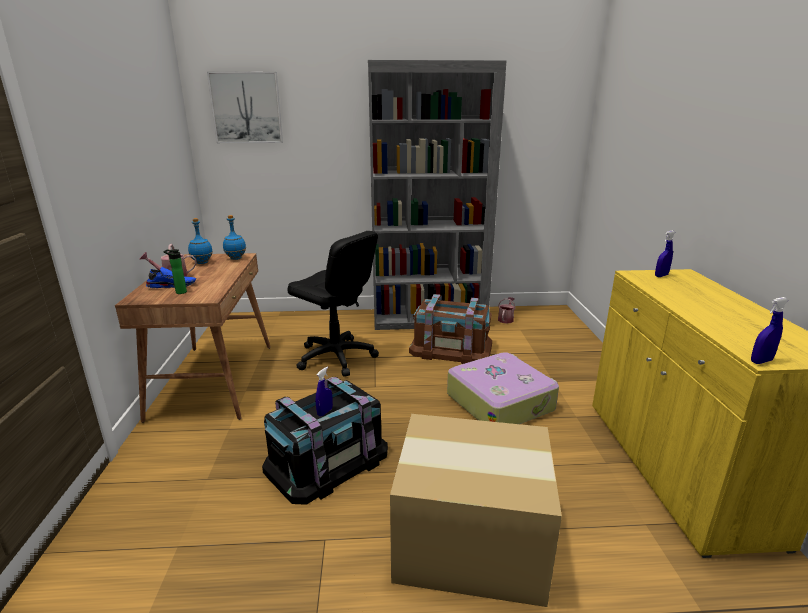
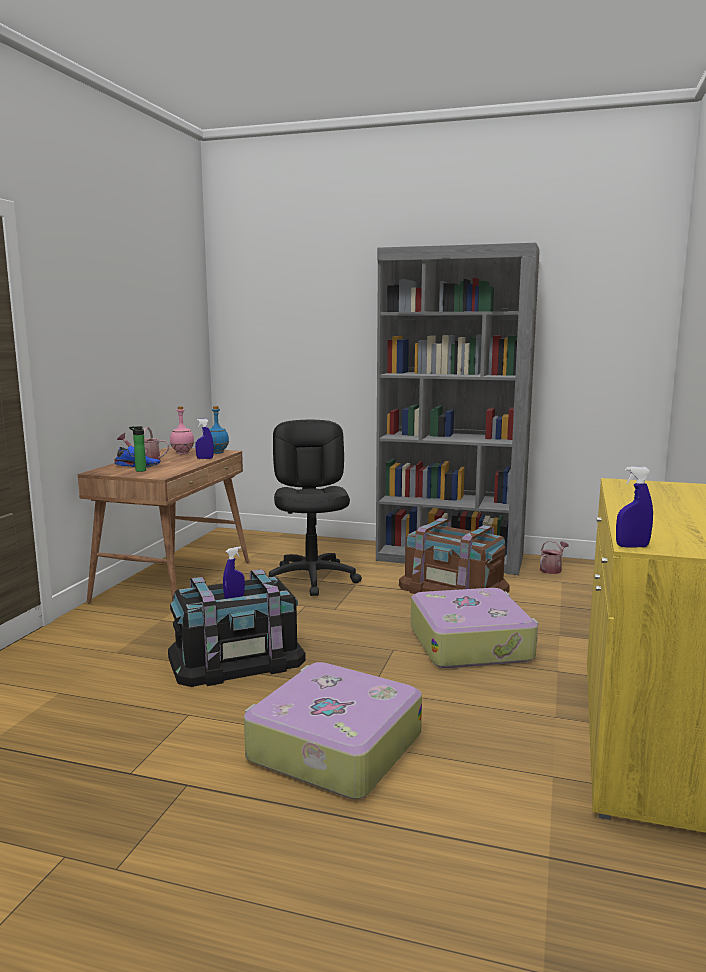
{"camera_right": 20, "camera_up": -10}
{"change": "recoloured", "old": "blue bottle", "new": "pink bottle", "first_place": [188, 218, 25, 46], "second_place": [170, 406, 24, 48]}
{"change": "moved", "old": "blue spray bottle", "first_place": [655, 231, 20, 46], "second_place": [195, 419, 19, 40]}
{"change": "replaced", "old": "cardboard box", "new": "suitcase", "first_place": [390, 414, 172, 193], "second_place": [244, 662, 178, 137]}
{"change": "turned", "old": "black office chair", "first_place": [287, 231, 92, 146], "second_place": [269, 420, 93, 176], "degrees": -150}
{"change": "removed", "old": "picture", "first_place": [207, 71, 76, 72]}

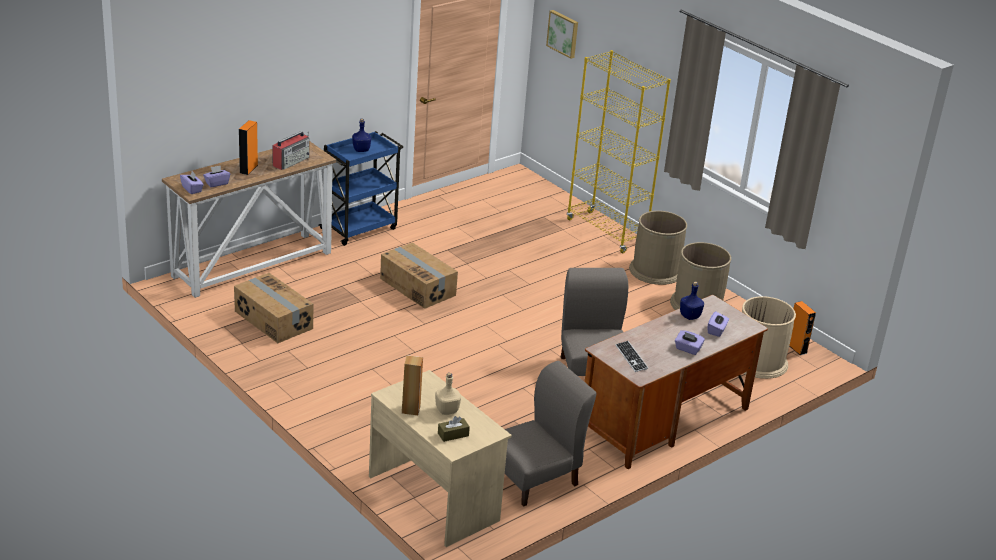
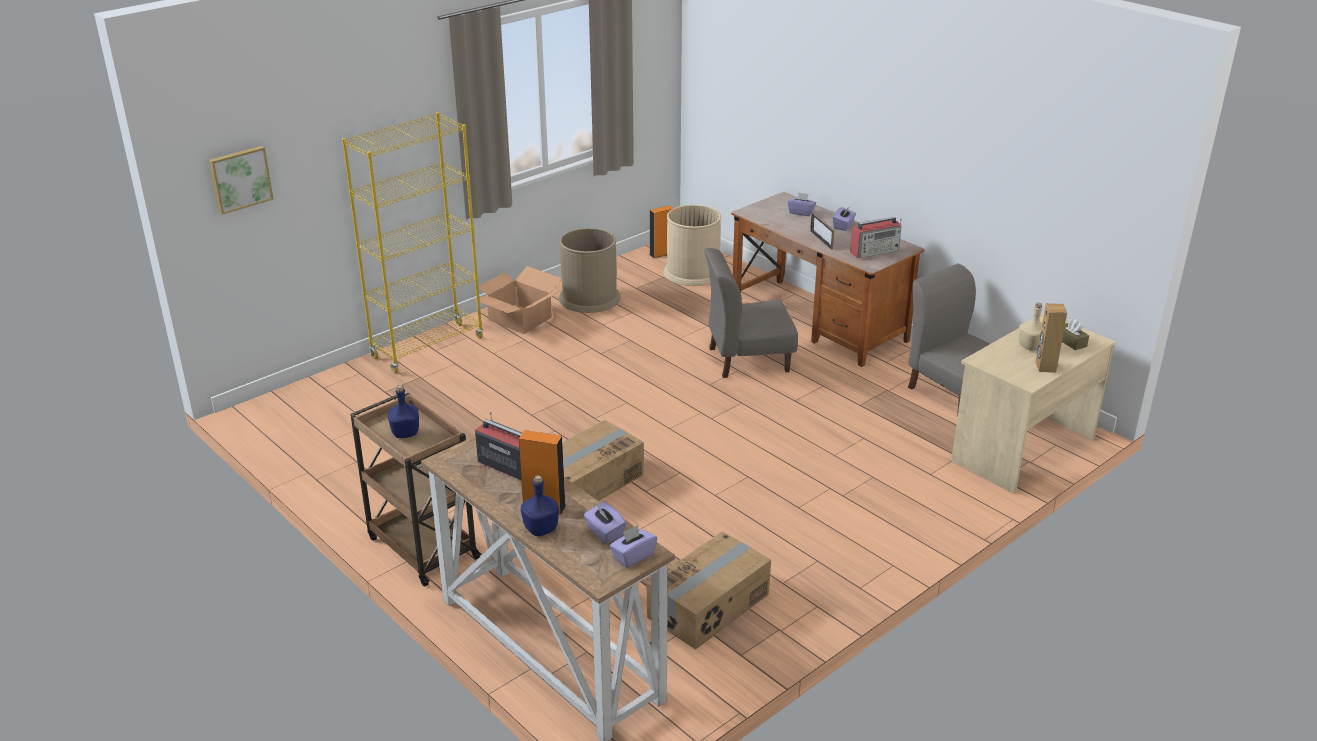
{"camera_right": -90, "camera_up": 0}
{"change": "recoloured", "old": "blue cart", "new": "brown cart", "first_place": [319, 131, 84, 115], "second_place": [350, 393, 131, 194]}
{"change": "replaced", "old": "brown trash can", "new": "cardboard box", "first_place": [629, 211, 58, 74], "second_place": [473, 266, 89, 68]}
{"change": "moved", "old": "blue bottle", "first_place": [680, 282, 24, 38], "second_place": [521, 475, 38, 61]}
{"change": "added", "new": "picture frame", "second_place": [810, 212, 24, 38]}
{"change": "replaced", "old": "keyboard", "new": "radio", "first_place": [615, 341, 33, 31], "second_place": [850, 217, 52, 41]}

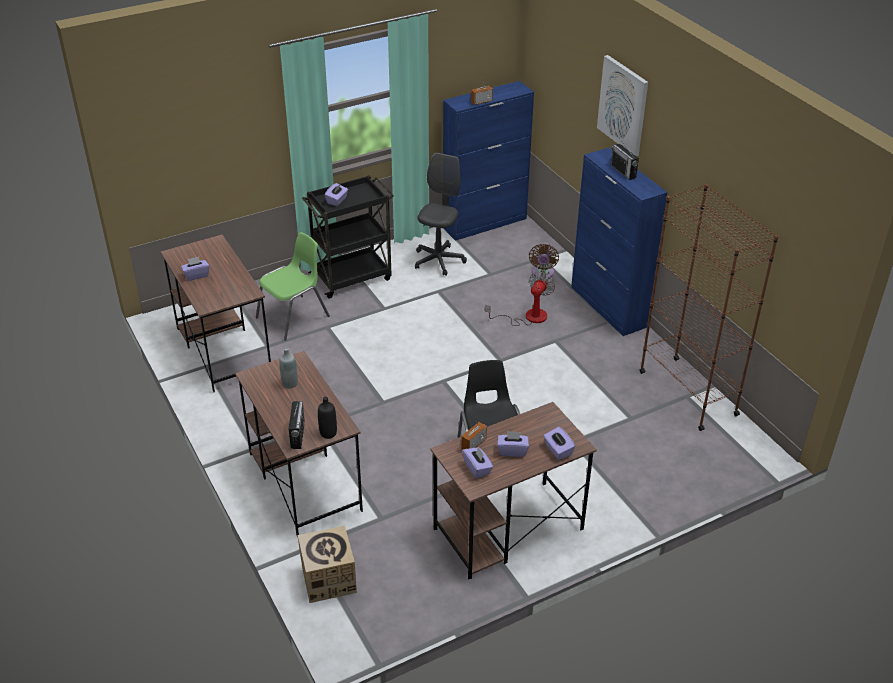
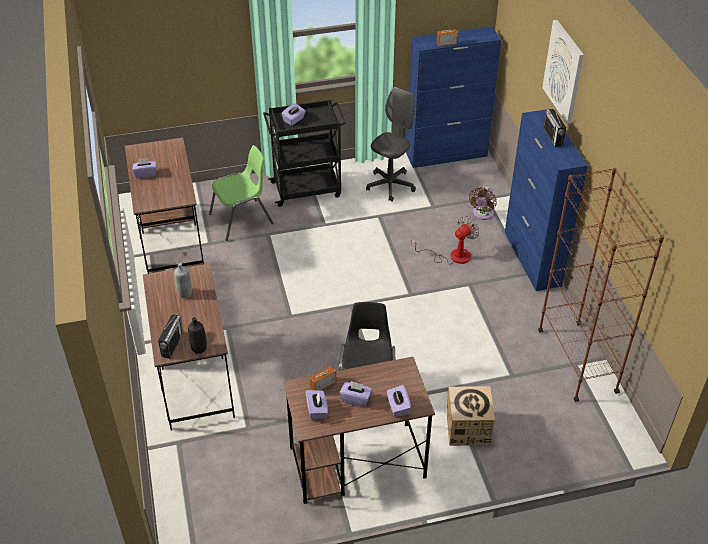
{"camera_right": 15, "camera_up": 5}
{"change": "moved", "old": "cardboard box", "first_place": [297, 526, 60, 77], "second_place": [447, 386, 48, 60]}

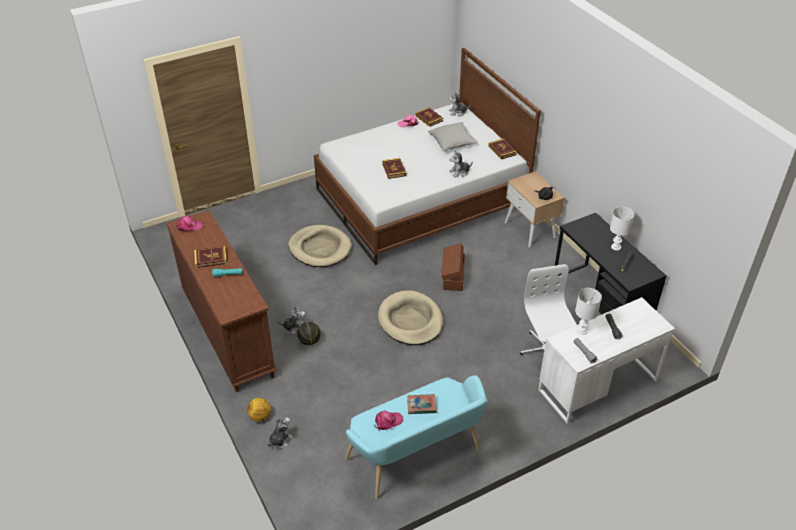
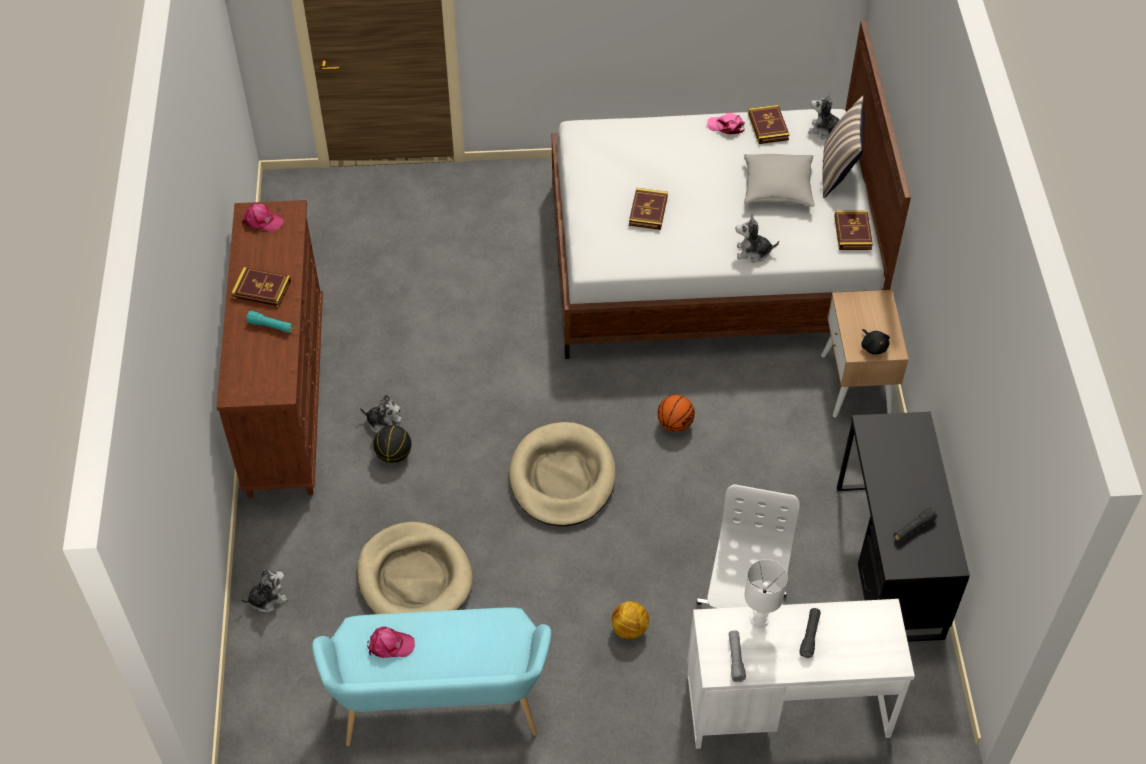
{"camera_right": 25, "camera_up": 10}
{"change": "moved", "old": "beige dog bed", "first_place": [288, 225, 64, 42], "second_place": [357, 522, 116, 92]}
{"change": "moved", "old": "football", "first_place": [247, 398, 24, 23], "second_place": [611, 601, 38, 39]}
{"change": "replaced", "old": "brown storage box", "new": "basketball", "first_place": [441, 243, 24, 48], "second_place": [657, 395, 38, 37]}
{"change": "added", "new": "pillow", "second_place": [823, 96, 42, 102]}
{"change": "removed", "old": "book", "first_place": [407, 394, 30, 20]}
{"change": "removed", "old": "white table lamp", "first_place": [610, 207, 25, 44]}

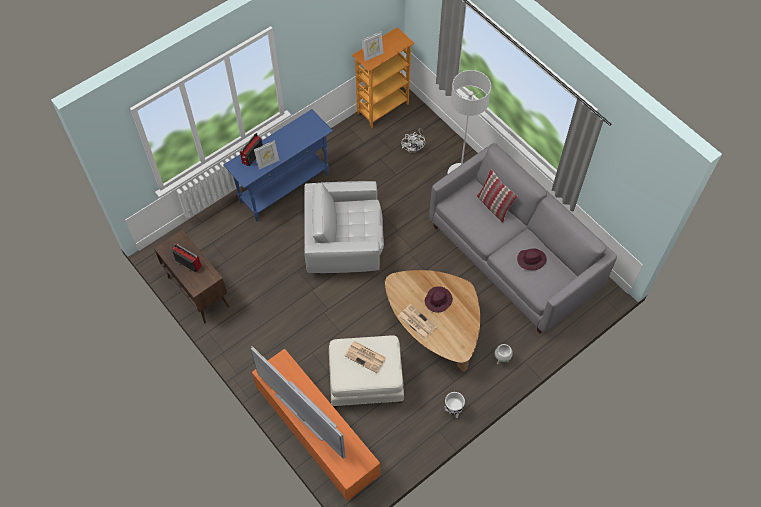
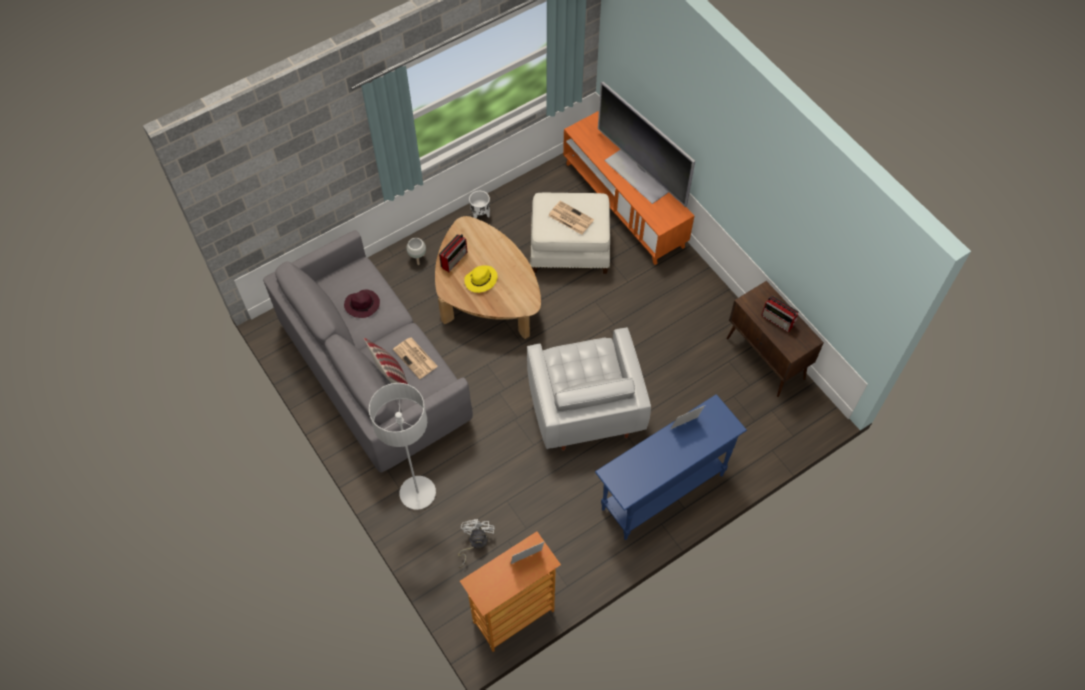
{"camera_right": -175, "camera_up": 0}
{"change": "moved", "old": "newspaper", "first_place": [398, 304, 39, 36], "second_place": [393, 337, 45, 42]}
{"change": "moved", "old": "radio", "first_place": [240, 133, 23, 33], "second_place": [439, 234, 28, 38]}
{"change": "recoloured", "old": "purple hat", "new": "yellow hat", "first_place": [425, 286, 28, 27], "second_place": [464, 265, 34, 28]}
{"change": "turned", "old": "white armchair", "first_place": [304, 181, 80, 92], "second_place": [527, 327, 124, 124], "degrees": 75}

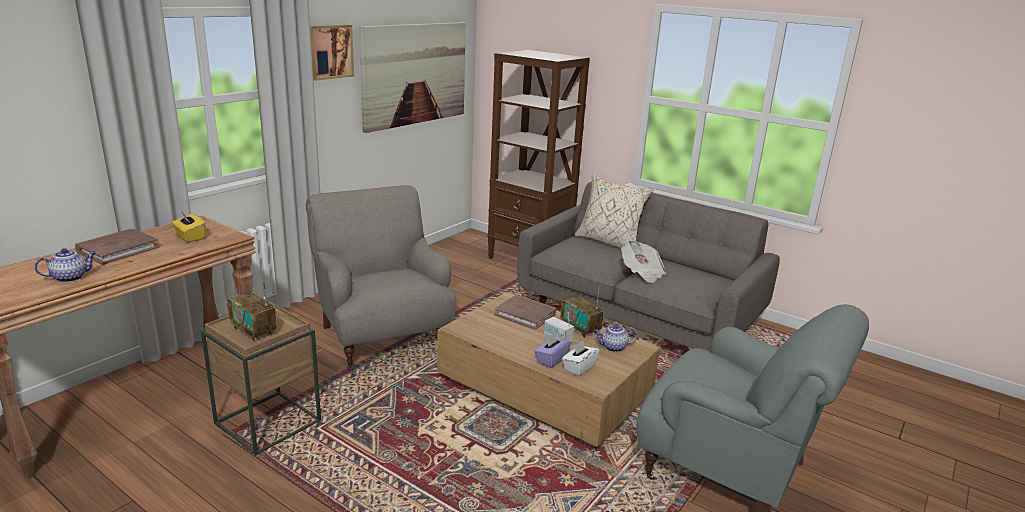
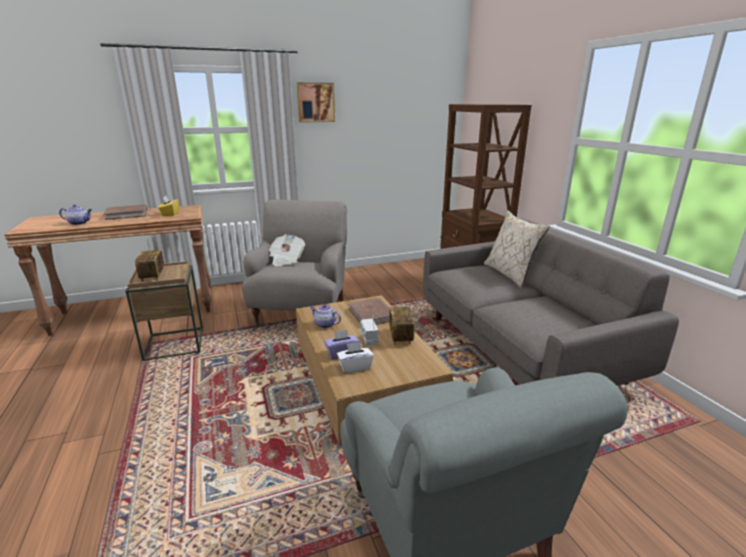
{"camera_right": 35, "camera_up": 0}
{"change": "moved", "old": "newspaper", "first_place": [621, 240, 45, 43], "second_place": [269, 234, 36, 32]}
{"change": "moved", "old": "teapot", "first_place": [594, 324, 43, 28], "second_place": [310, 304, 31, 24]}
{"change": "removed", "old": "picture", "first_place": [359, 22, 107, 111]}

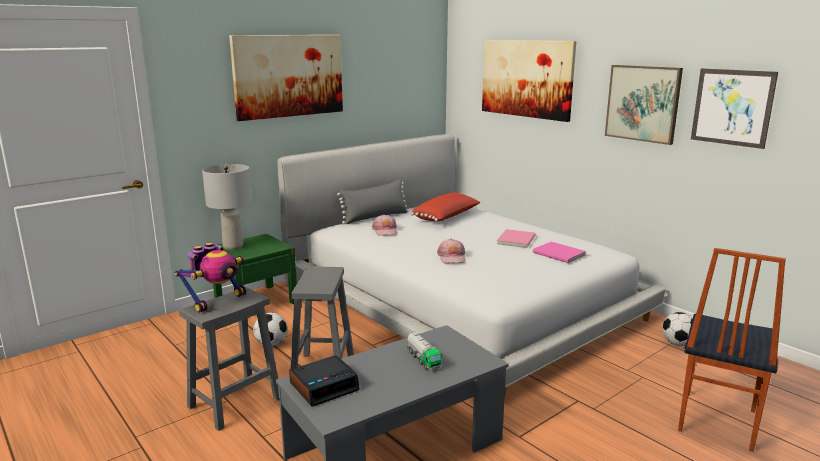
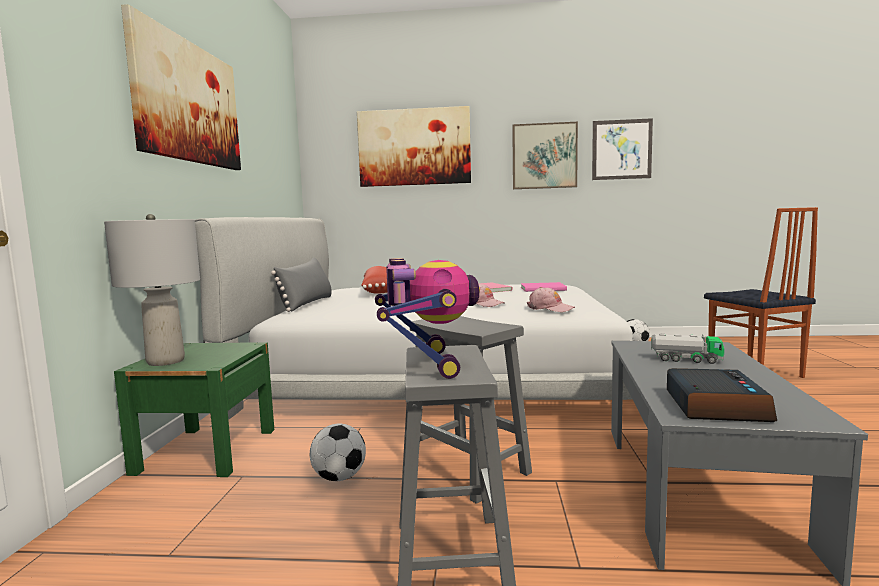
{"camera_right": -45, "camera_up": -10}
{"change": "moved", "old": "pink cap", "first_place": [372, 214, 26, 22], "second_place": [527, 287, 48, 25]}

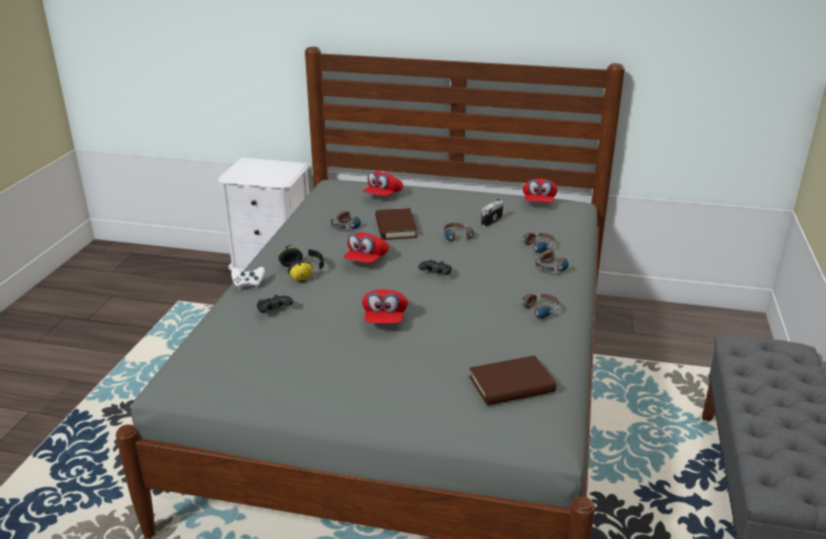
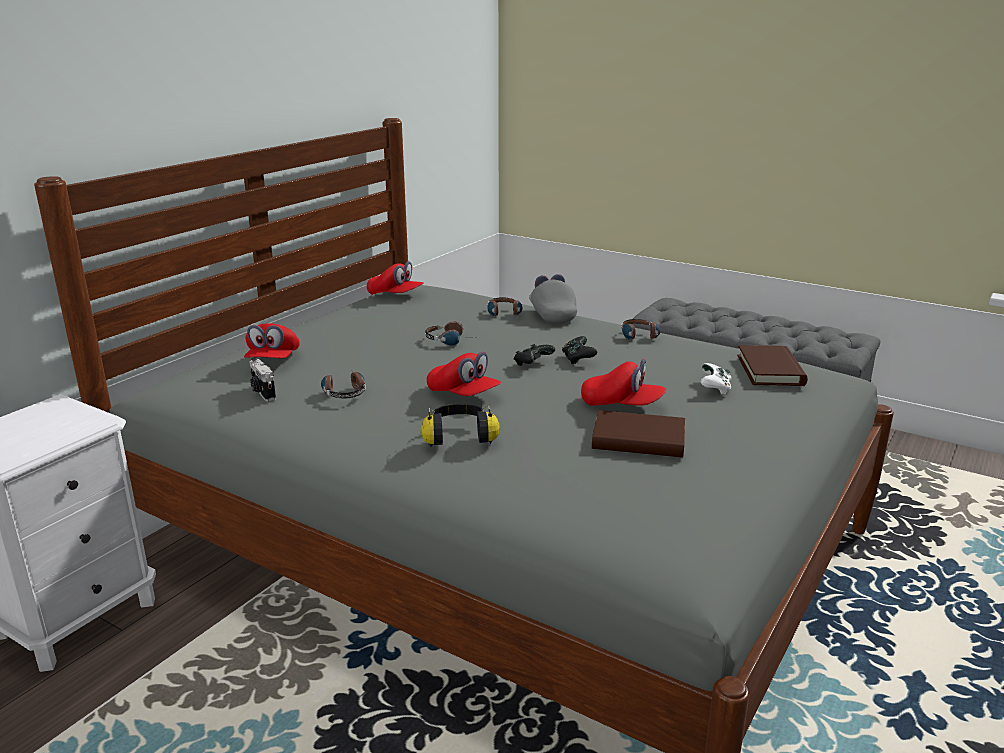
{"camera_right": -70, "camera_up": -5}
{"change": "turned", "old": "red cap", "first_place": [363, 171, 40, 25], "second_place": [244, 323, 56, 35], "degrees": 45}
{"change": "moved", "old": "photo camera", "first_place": [481, 198, 22, 30], "second_place": [249, 357, 27, 45]}
{"change": "replaced", "old": "headphones", "new": "grey cap", "first_place": [534, 250, 40, 21], "second_place": [529, 274, 48, 50]}
{"change": "moved", "old": "black game controller", "first_place": [257, 294, 36, 19], "second_place": [562, 336, 35, 28]}
{"change": "moved", "old": "brown book", "first_place": [375, 208, 43, 32], "second_place": [592, 410, 93, 47]}
{"change": "moved", "old": "white game controller", "first_place": [231, 267, 34, 22], "second_place": [700, 363, 31, 32]}

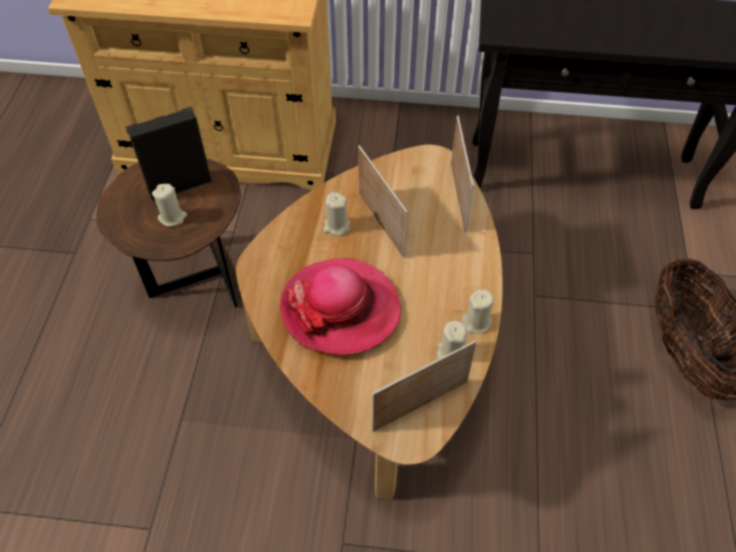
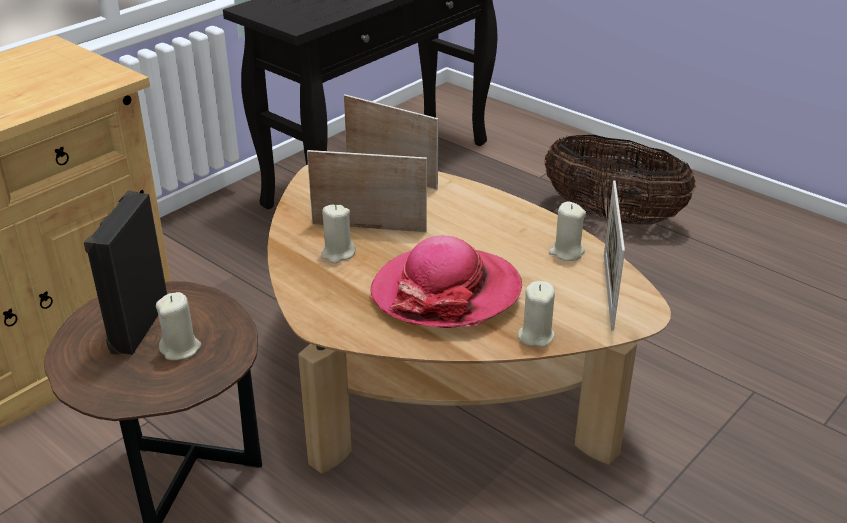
{"camera_right": -55, "camera_up": -20}
{"change": "moved", "old": "beige candle", "first_place": [462, 289, 31, 44], "second_place": [518, 281, 37, 66]}

